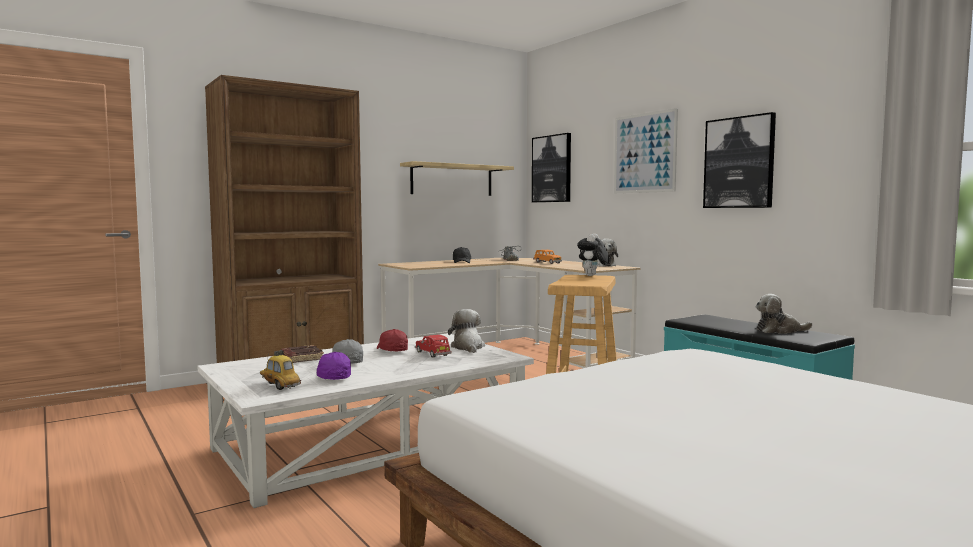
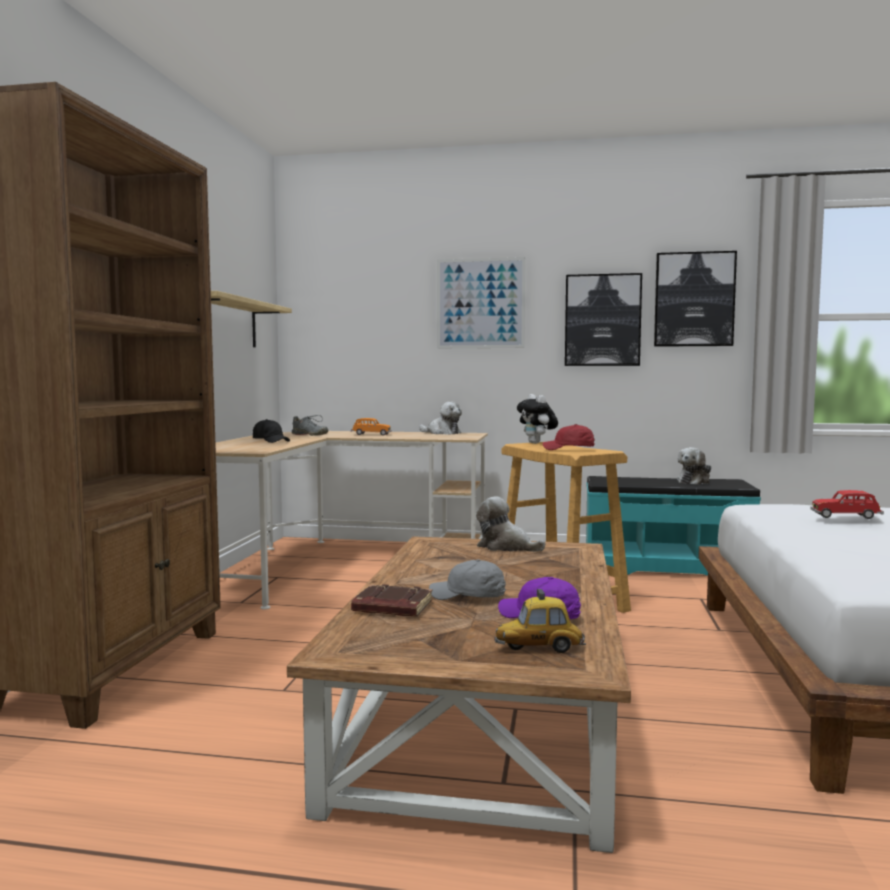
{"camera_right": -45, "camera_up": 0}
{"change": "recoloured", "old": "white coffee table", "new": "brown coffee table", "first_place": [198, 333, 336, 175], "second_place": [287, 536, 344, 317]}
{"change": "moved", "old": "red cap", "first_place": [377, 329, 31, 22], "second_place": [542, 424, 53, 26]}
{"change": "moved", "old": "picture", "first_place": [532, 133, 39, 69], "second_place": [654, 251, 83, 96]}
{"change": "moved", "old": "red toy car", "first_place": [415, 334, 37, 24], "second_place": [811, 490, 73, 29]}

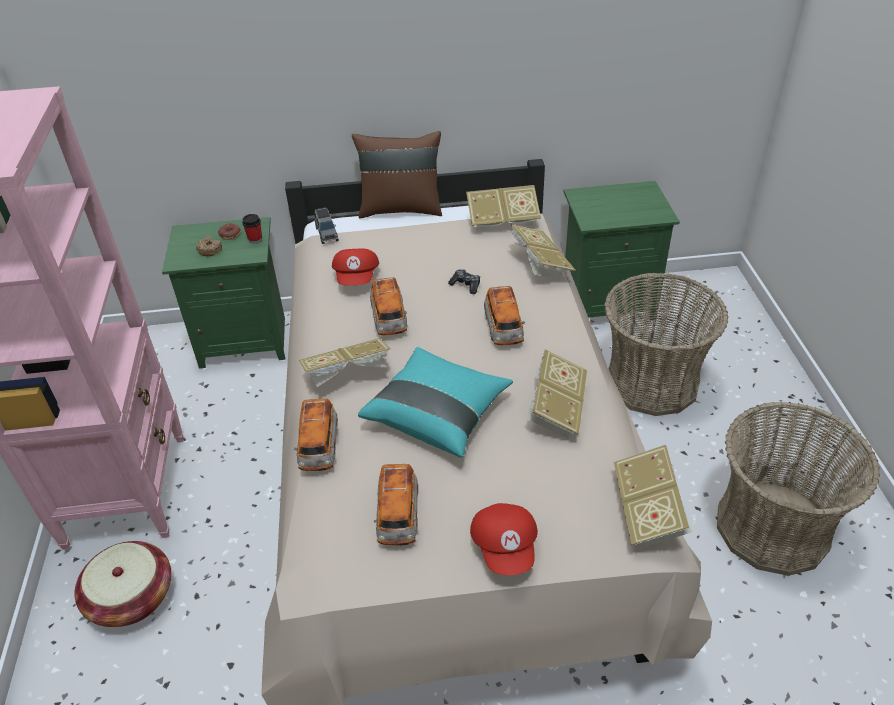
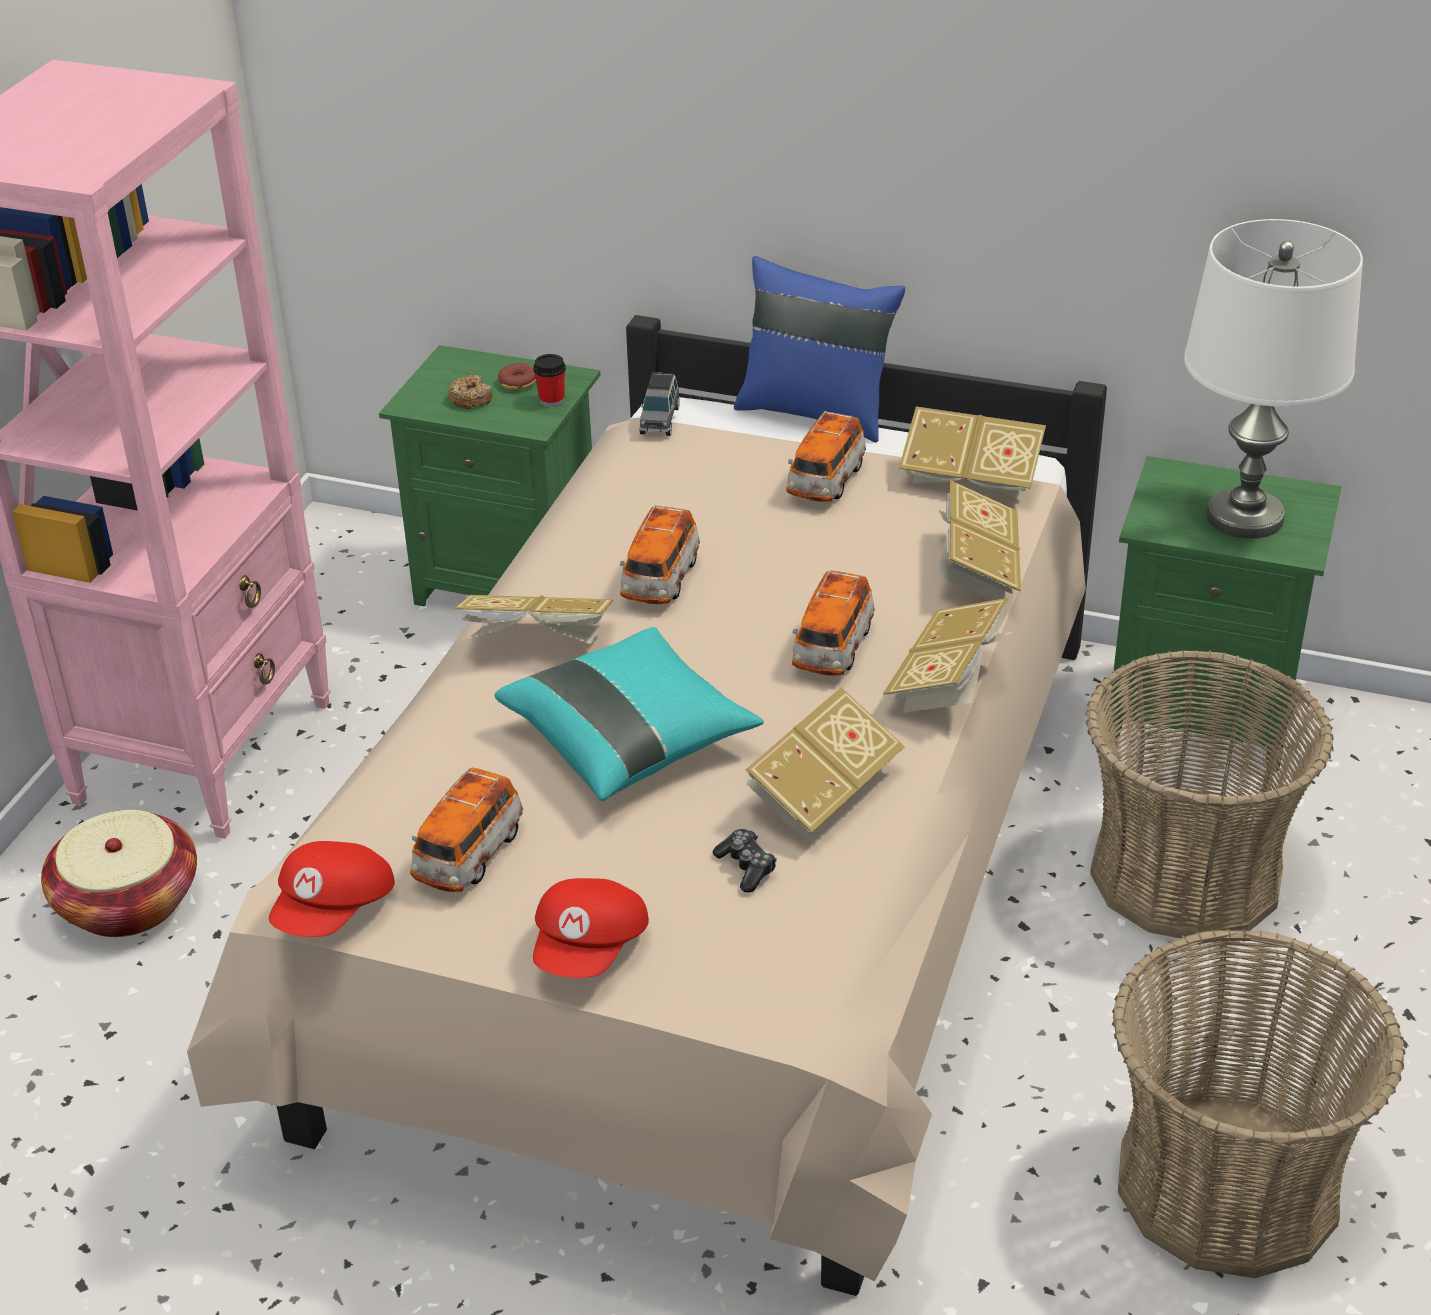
{"camera_right": 25, "camera_up": -5}
{"change": "moved", "old": "red cap", "first_place": [332, 248, 47, 37], "second_place": [269, 841, 126, 96]}
{"change": "moved", "old": "game controller", "first_place": [448, 269, 32, 25], "second_place": [713, 829, 64, 64]}
{"change": "recoloured", "old": "brown pillow", "new": "blue pillow", "first_place": [352, 131, 90, 88], "second_place": [734, 256, 171, 186]}
{"change": "moved", "old": "toy car", "first_place": [294, 399, 44, 72], "second_place": [787, 411, 79, 91]}
{"change": "moved", "old": "book", "first_place": [614, 445, 78, 103], "second_place": [883, 598, 129, 115]}
{"change": "added", "new": "white table lamp", "second_place": [1184, 219, 179, 320]}

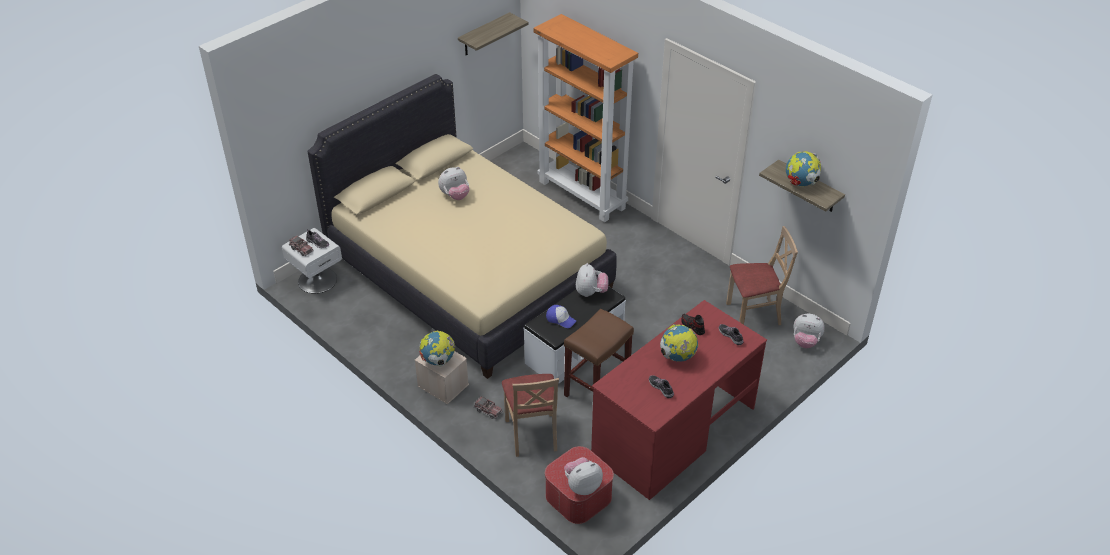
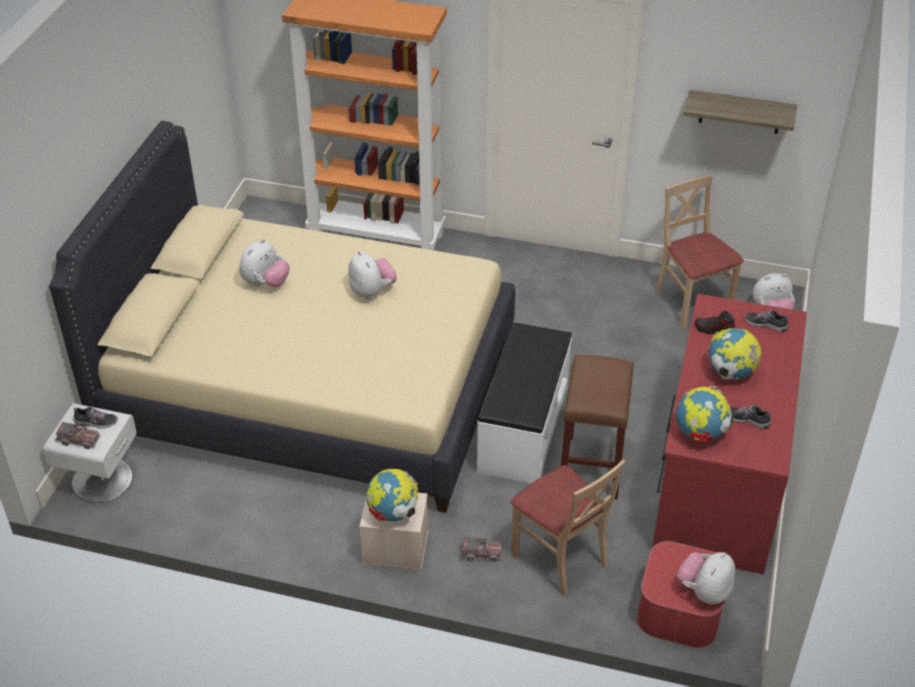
{"camera_right": -30, "camera_up": 0}
{"change": "moved", "old": "plush toy", "first_place": [576, 263, 32, 34], "second_place": [348, 251, 49, 48]}
{"change": "turned", "old": "beige chair", "first_place": [726, 226, 72, 99], "second_place": [655, 175, 89, 154], "degrees": -75}
{"change": "moved", "old": "globe", "first_place": [786, 151, 35, 35], "second_place": [676, 386, 57, 56]}
{"change": "removed", "old": "shelf", "first_place": [458, 12, 70, 43]}
{"change": "removed", "old": "cap", "first_place": [546, 305, 30, 23]}

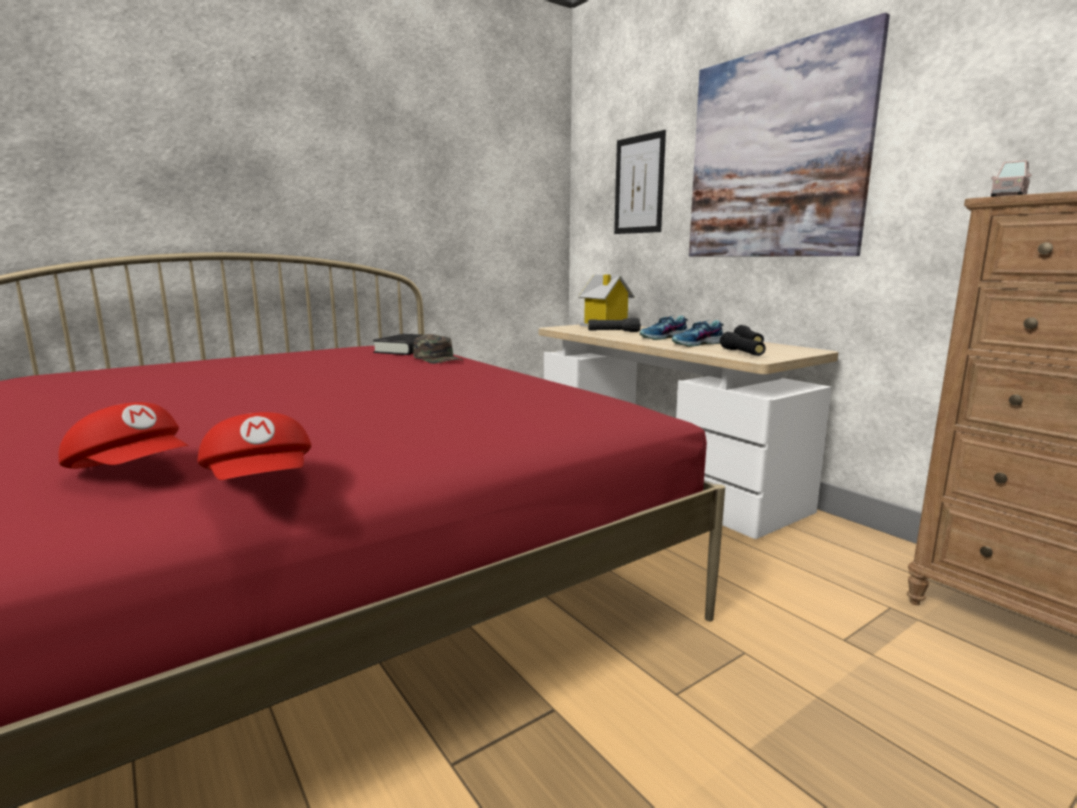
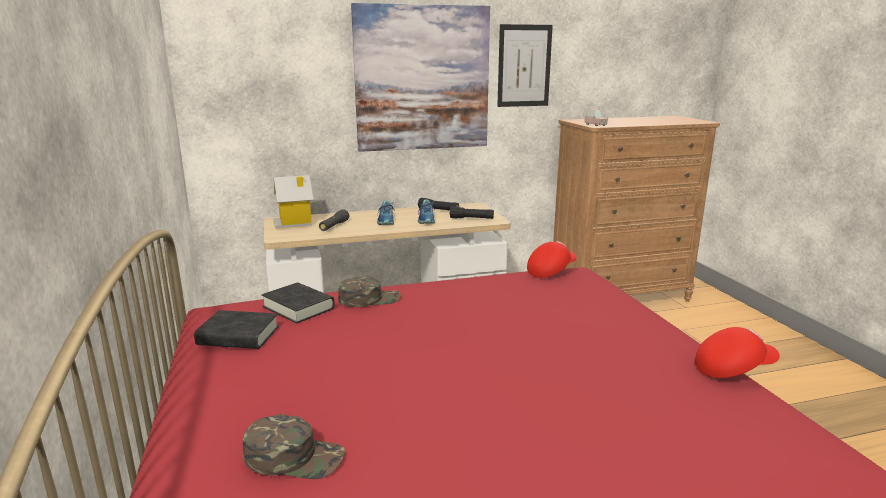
{"camera_right": -70, "camera_up": 5}
{"change": "added", "new": "black book", "second_place": [194, 310, 85, 39]}
{"change": "added", "new": "green cap", "second_place": [243, 414, 102, 65]}
{"change": "moved", "old": "picture", "first_place": [614, 130, 52, 104], "second_place": [497, 24, 56, 83]}
{"change": "moved", "old": "red cap", "first_place": [58, 402, 131, 67], "second_place": [527, 241, 49, 37]}

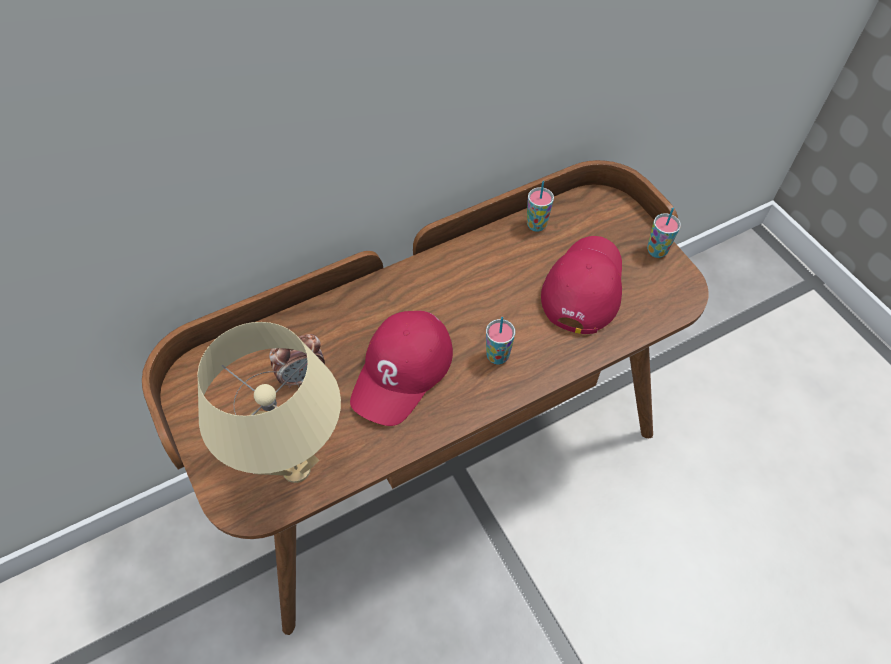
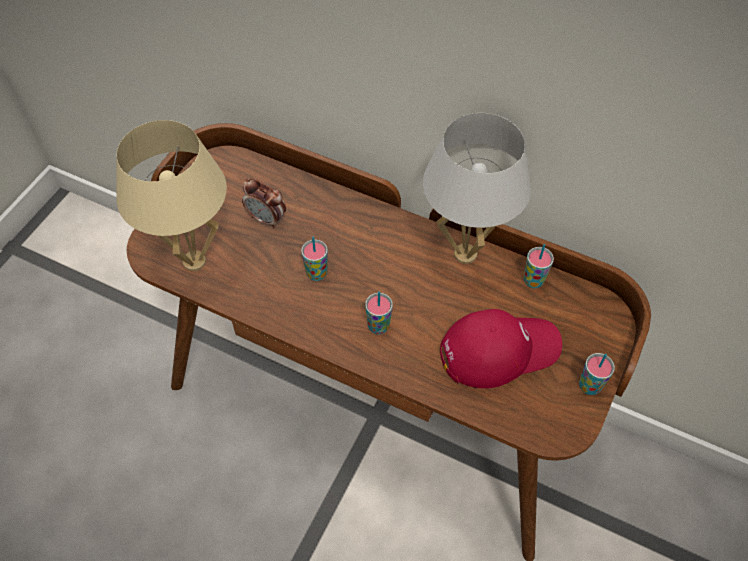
{"camera_right": 55, "camera_up": 0}
{"change": "replaced", "old": "red cap", "new": "cup", "first_place": [350, 311, 103, 115], "second_place": [301, 237, 27, 44]}
{"change": "added", "new": "white table lamp", "second_place": [423, 113, 109, 151]}

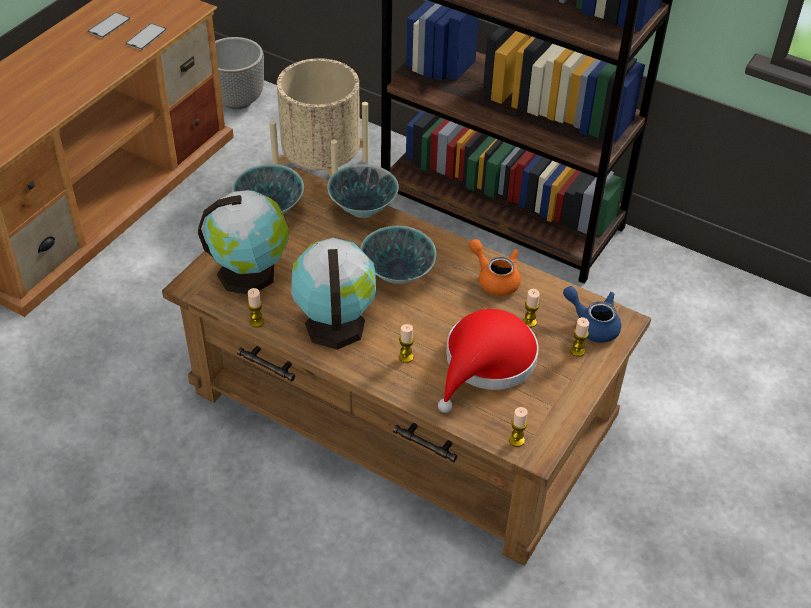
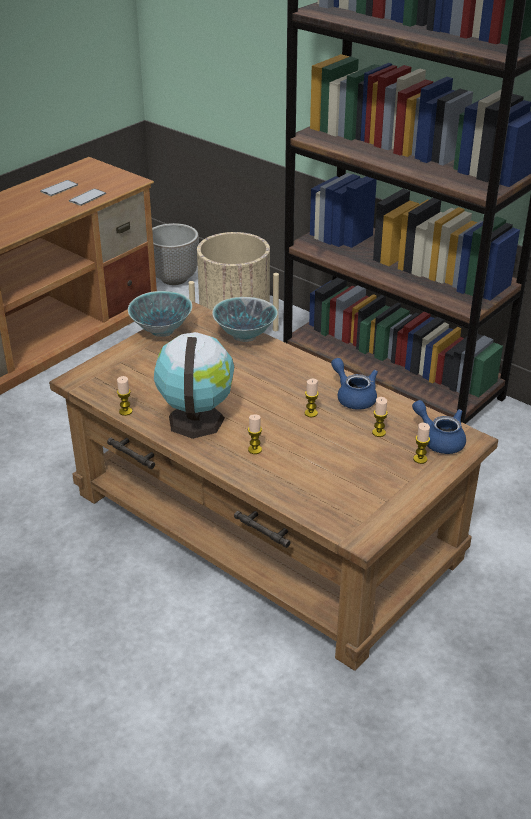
{"camera_right": 10, "camera_up": -10}
{"change": "moved", "old": "candle", "first_place": [509, 407, 19, 40], "second_place": [305, 379, 14, 38]}
{"change": "recoloured", "old": "orange teapot", "new": "blue teapot", "first_place": [469, 239, 52, 57], "second_place": [331, 358, 47, 52]}
{"change": "removed", "old": "globe", "first_place": [198, 190, 91, 104]}
{"change": "removed", "old": "bowl", "first_place": [360, 226, 76, 58]}
{"change": "removed", "old": "red hat", "first_place": [438, 309, 101, 104]}

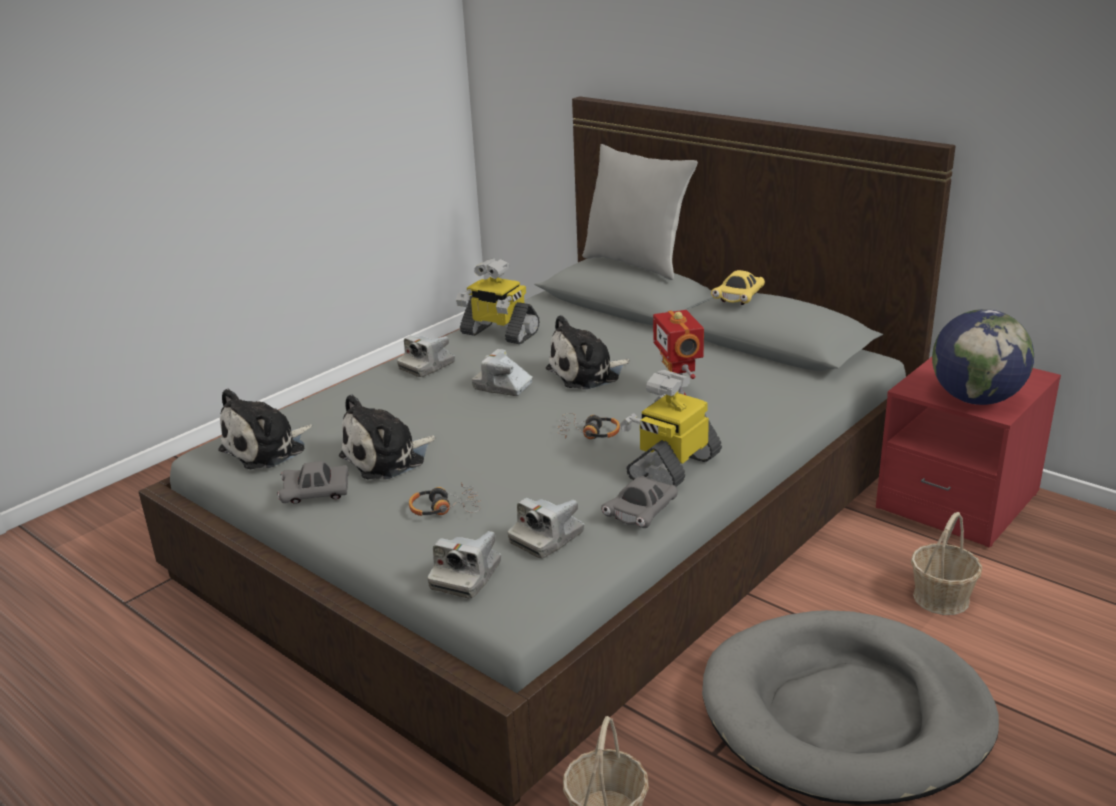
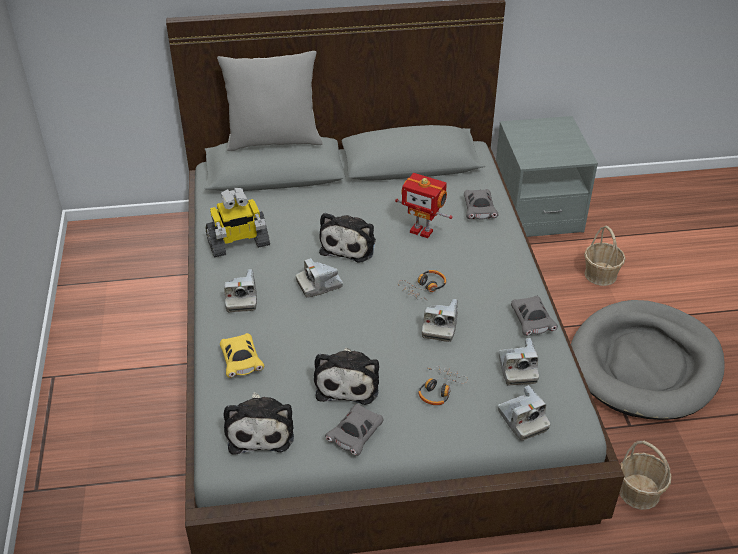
{"camera_right": -50, "camera_up": 15}
{"change": "moved", "old": "yellow toy car", "first_place": [711, 270, 54, 35], "second_place": [220, 333, 44, 45]}
{"change": "added", "new": "photo camera", "second_place": [422, 299, 36, 43]}
{"change": "added", "new": "grey toy car", "second_place": [464, 189, 35, 31]}
{"change": "recoloured", "old": "red nightstand", "new": "grey nightstand", "first_place": [876, 357, 185, 191], "second_place": [496, 116, 102, 121]}
{"change": "removed", "old": "toy robot", "first_place": [620, 370, 102, 117]}
{"change": "removed", "old": "globe", "first_place": [932, 309, 102, 96]}

